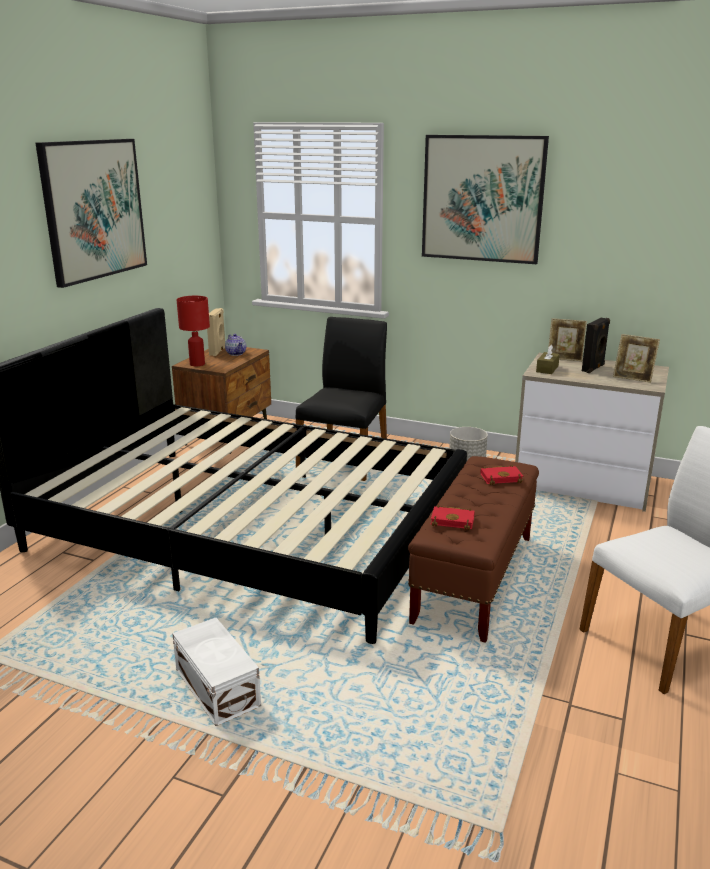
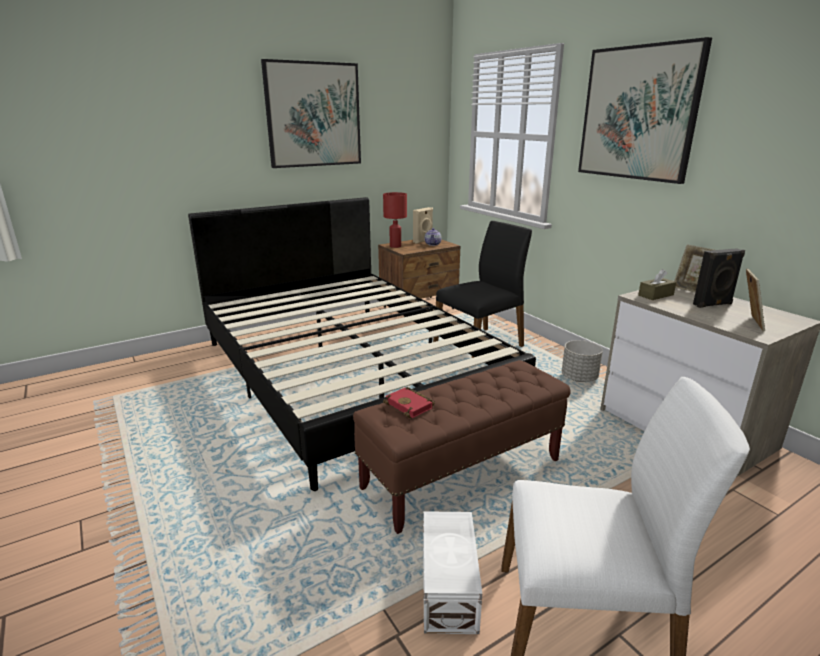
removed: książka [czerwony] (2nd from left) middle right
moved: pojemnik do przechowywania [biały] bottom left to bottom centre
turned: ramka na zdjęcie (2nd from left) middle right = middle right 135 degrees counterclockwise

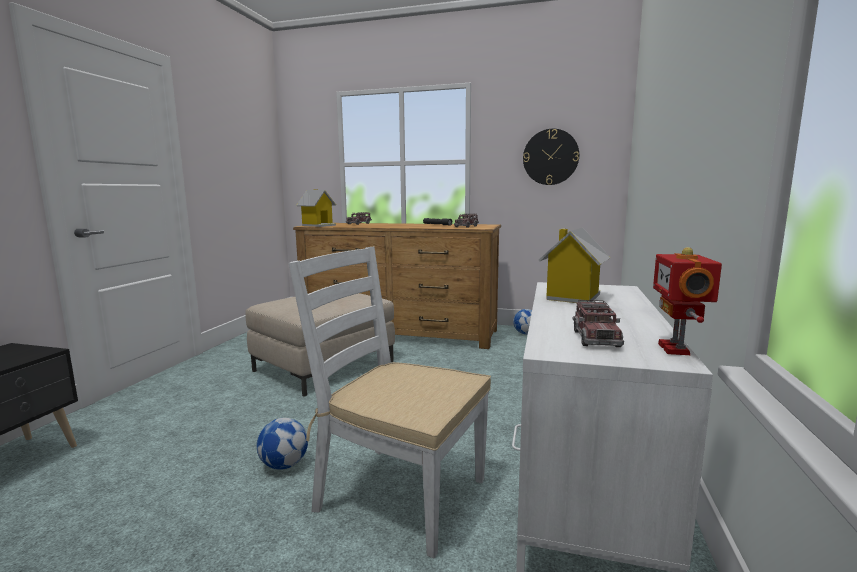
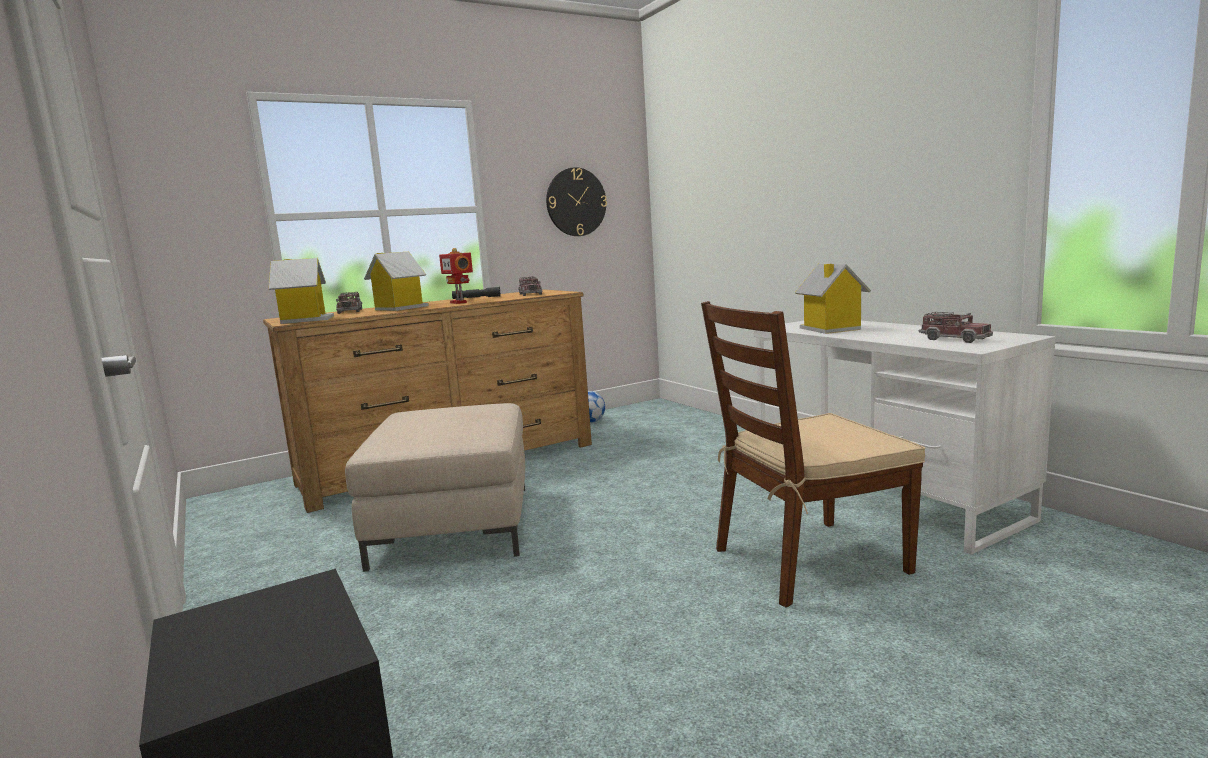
removed: piłka futbolowa (1st from left) bottom left
added: domek (2nd from left) middle left
moved: robot zabawkowy middle right to centre
recoloured: krzesło [biały] bottom centre to krzesło [brązowy] middle right

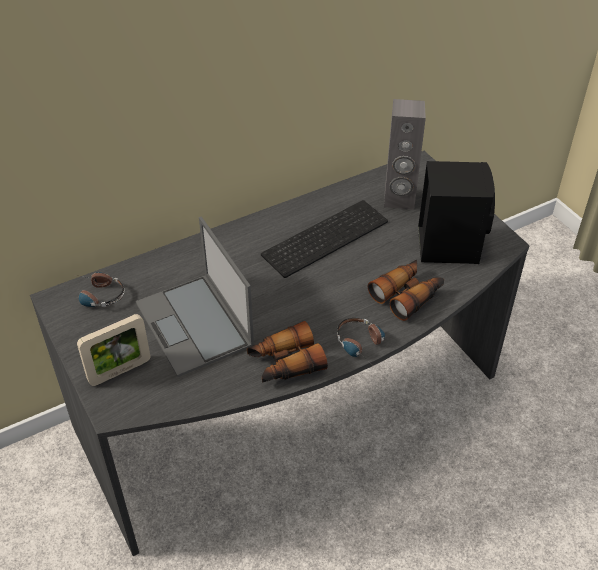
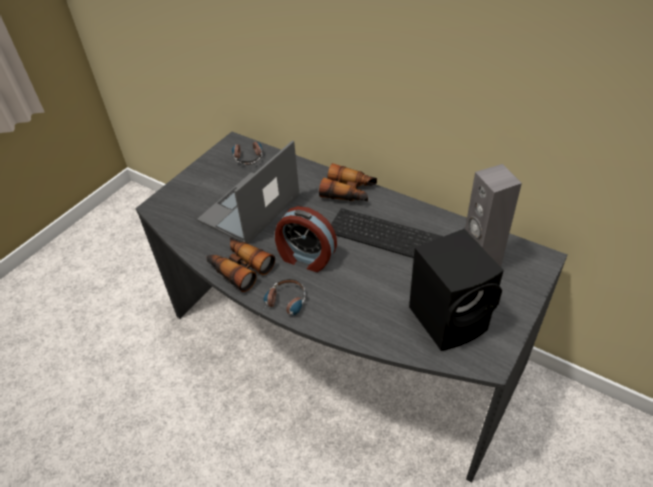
removed: ramka na zdjęcie middle left
added: budzik centre
moved: lornetka (2nd from left) middle right to centre

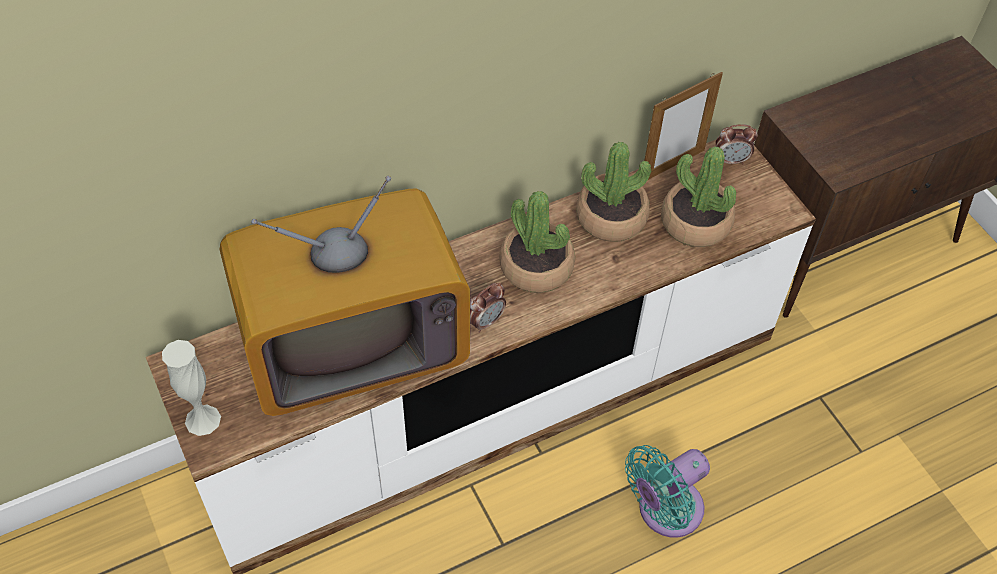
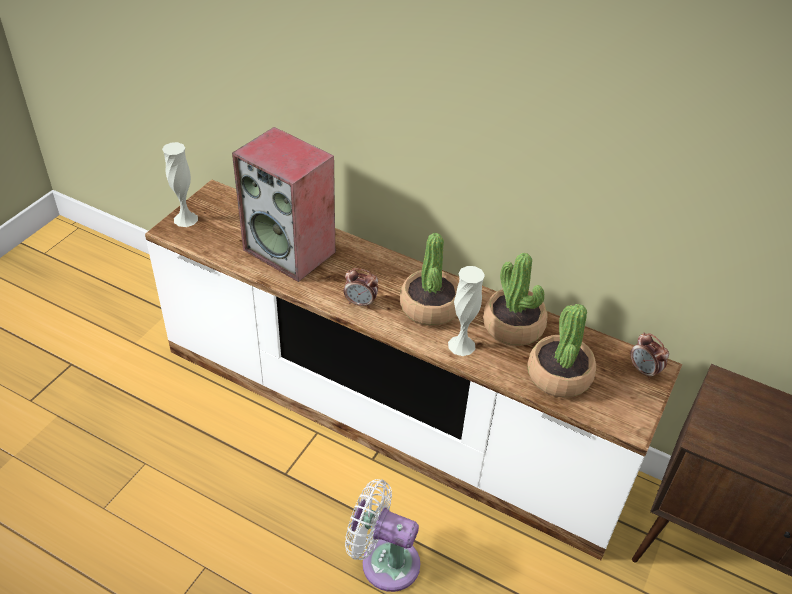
removed: ramka na zdjęcie top right
added: wazon [biały] (2nd from left) centre
replaced: telewizor centre to głośnik centre
recoloured: wentylator [turkusowy] bottom right to wentylator [biały] bottom centre

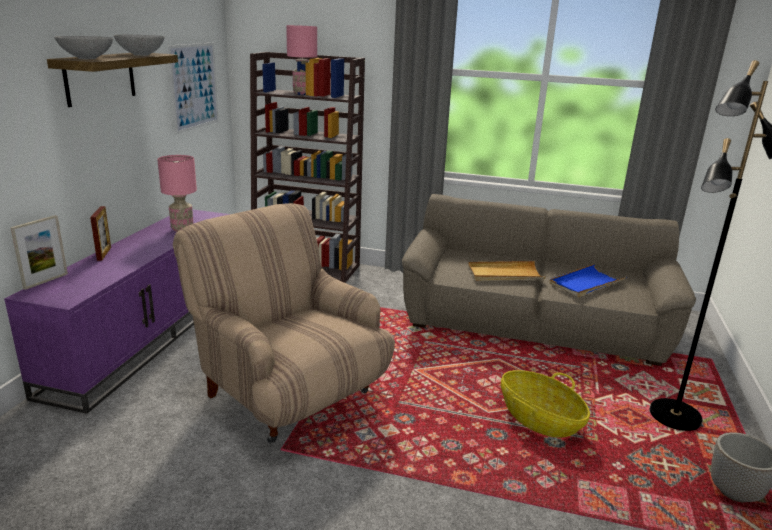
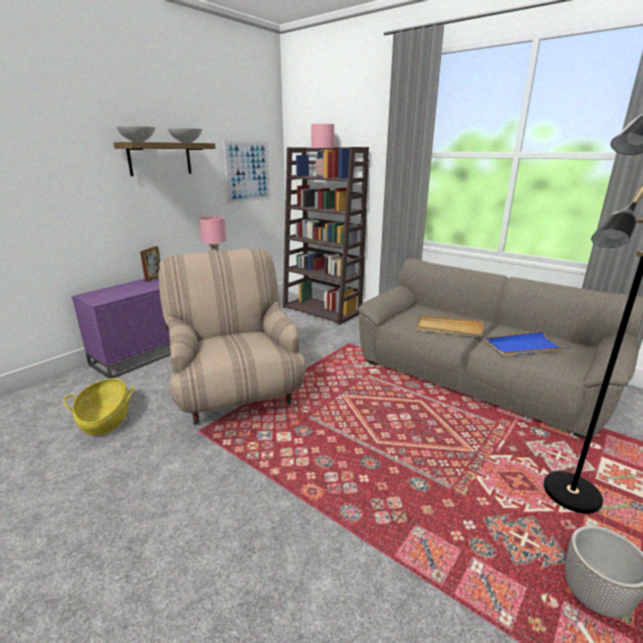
removed: ramka na zdjęcie (1st from left) middle left
moved: koszyk bottom right to middle left

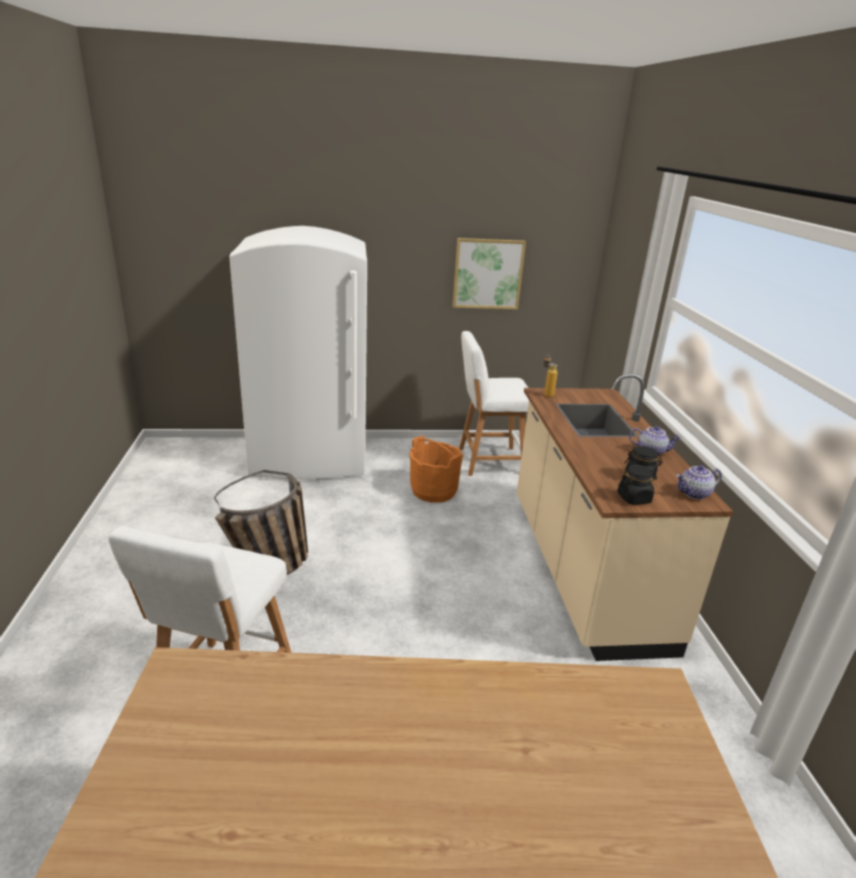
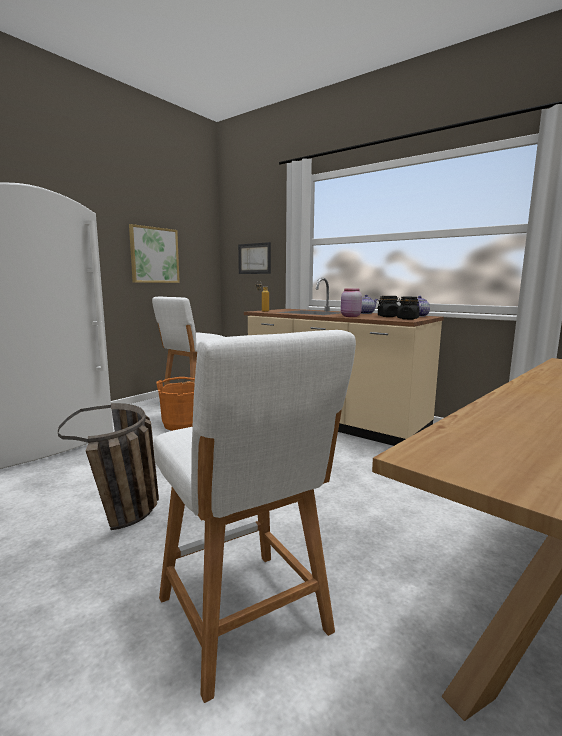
added: obraz (2nd from left) centre; słoik [różowy] centre

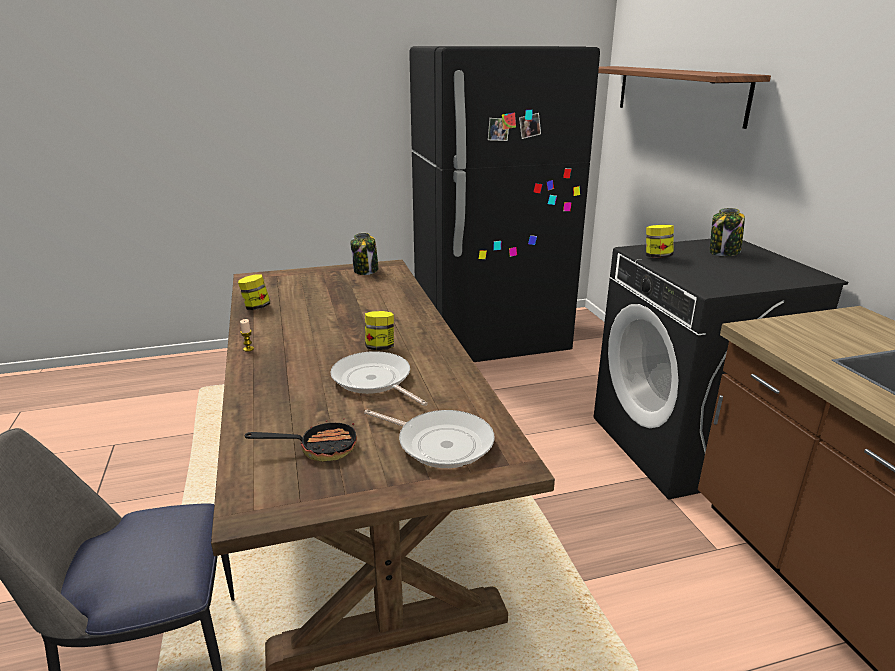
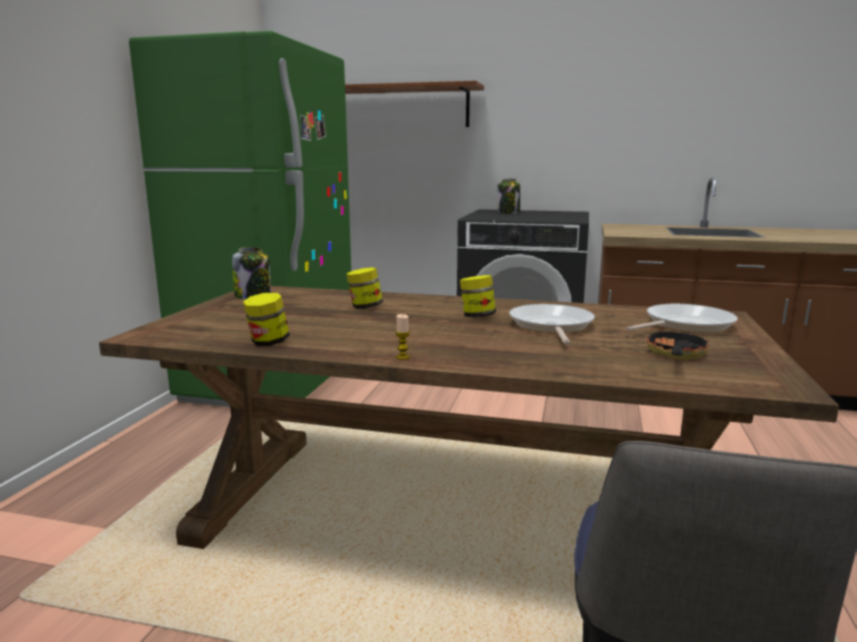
moved: słoik (4th from left in the first image) middle right to słoik (3rd from left) centre
recoloured: lodówka [czarny] top centre to lodówka [zielony] middle left
turned: patelnia (2nd from left in the first image) centre = centre 105 degrees clockwise

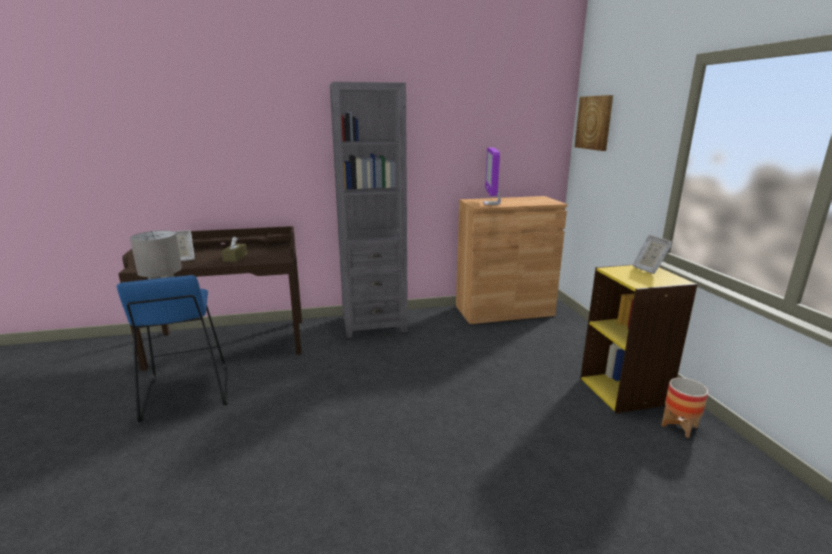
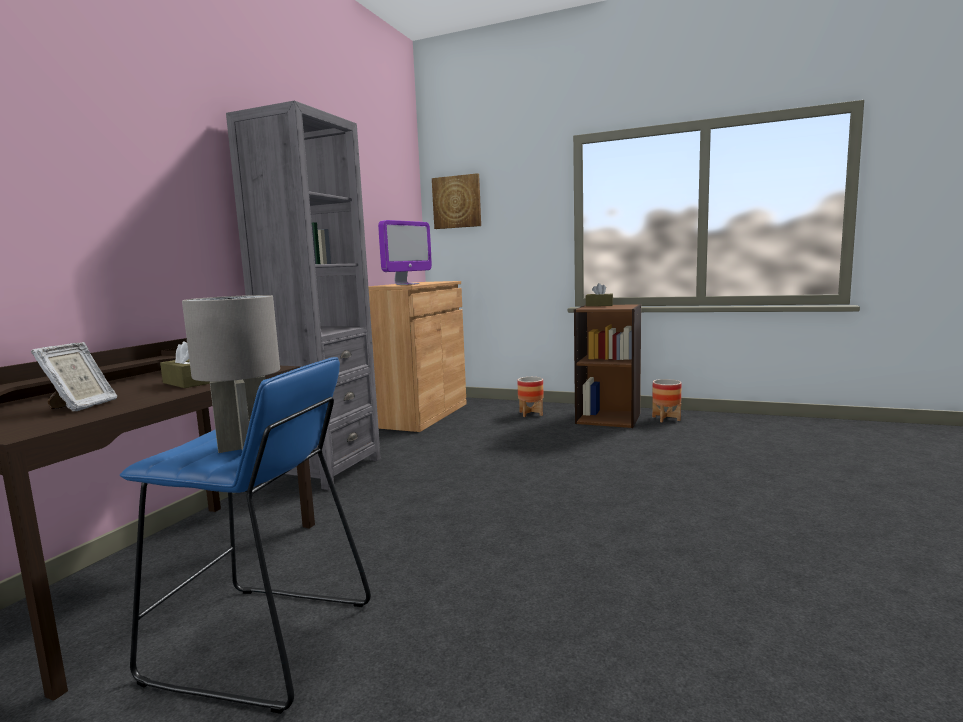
added: donica (1st from left) centre
replaced: ramka na zdjęcie (2nd from left) middle right to pudełko chusteczek [brązowy] (2nd from left) centre
recoloured: regał [żółty] middle right to regał [brązowy] centre
turned: monitor top centre = centre 90 degrees counterclockwise

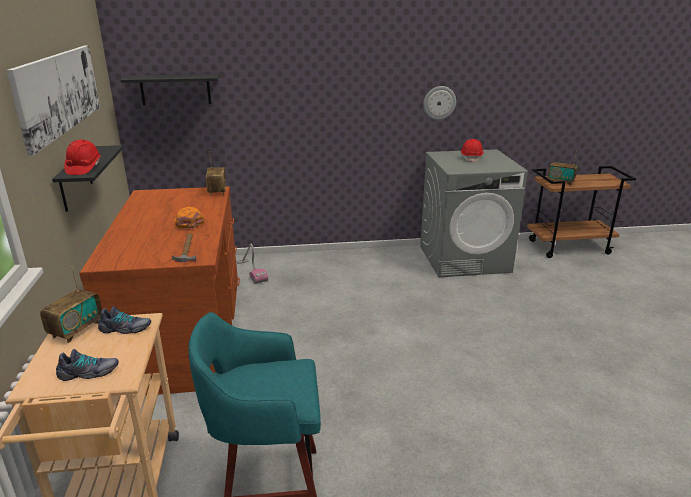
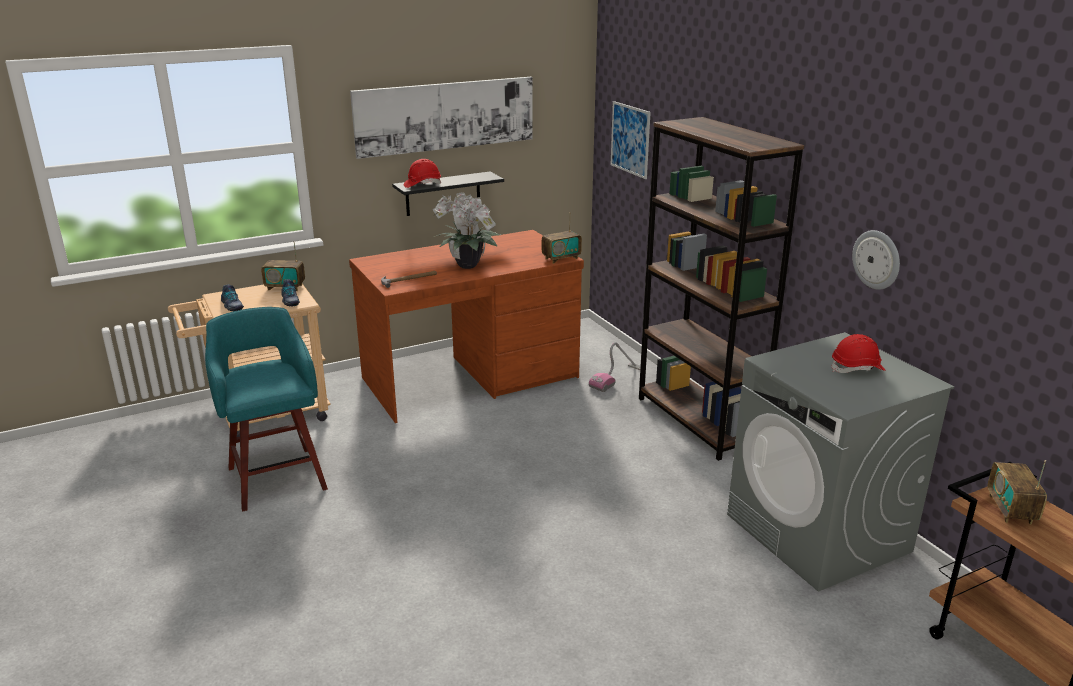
added: regał [brązowy] middle right
replaced: półka [czarny] (2nd from left) top left to obraz (2nd from left) top centre; czapka z daszkiem [pomarańczowy] middle left to roślina doniczkowa centre

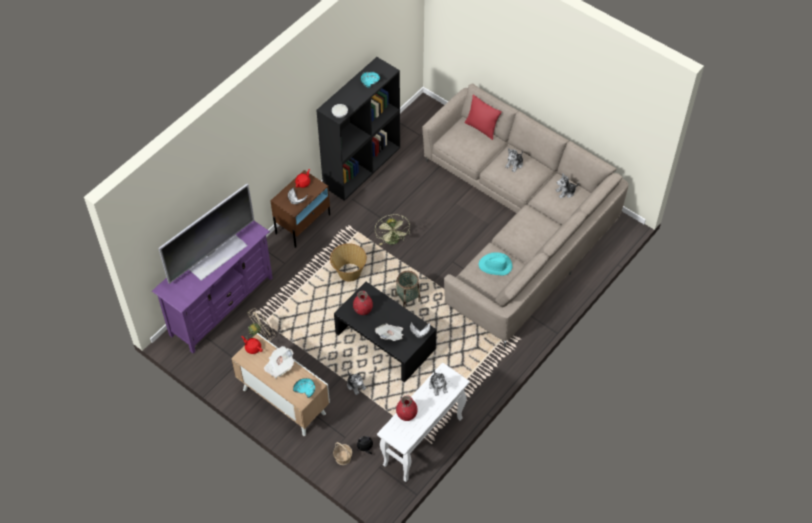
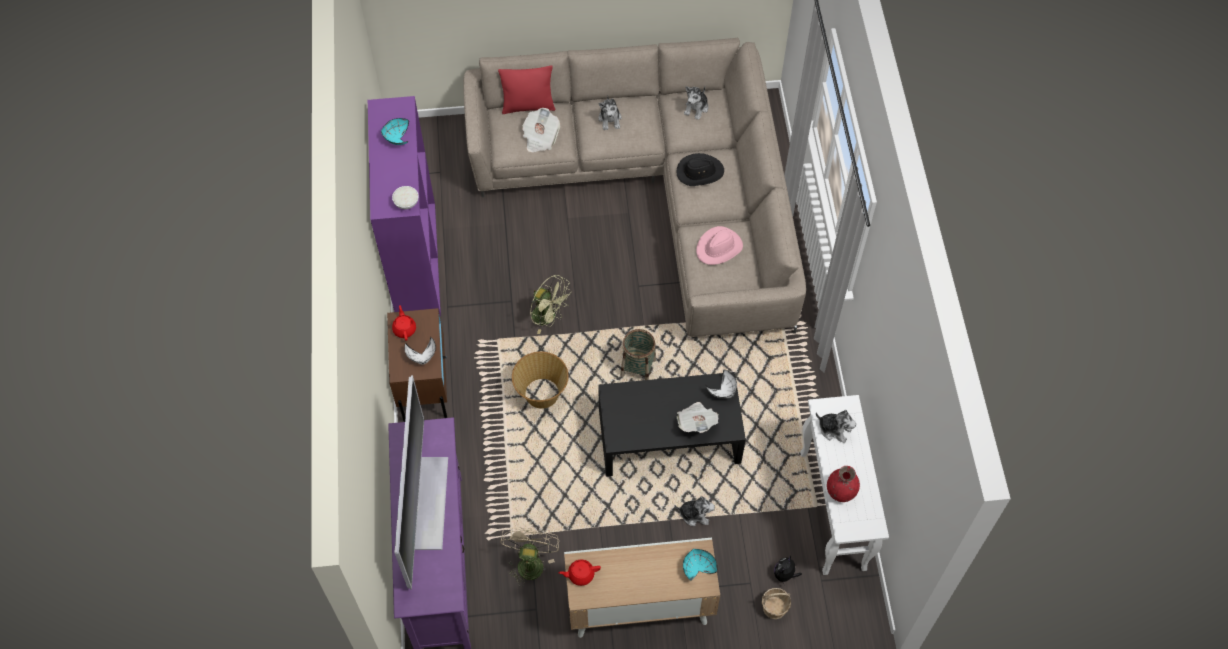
removed: wazon [czerwony] (1st from left) centre
added: kapelusz [czarny] top centre
moved: gazeta (1st from left) bottom centre to top centre
recoloured: regał [czarny] top centre to regał [fioletowy] top left; kapelusz [turkusowy] centre to kapelusz [różowy] centre

